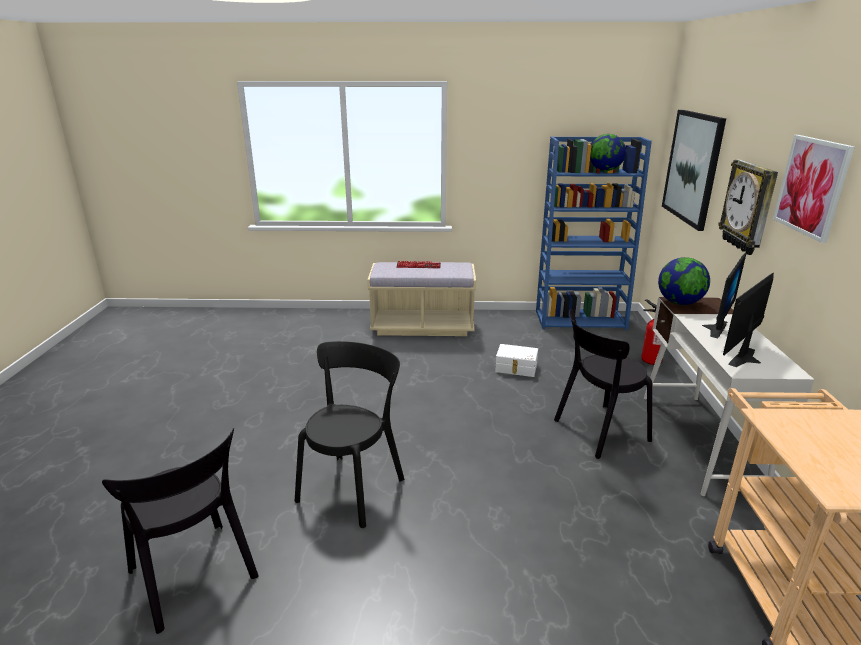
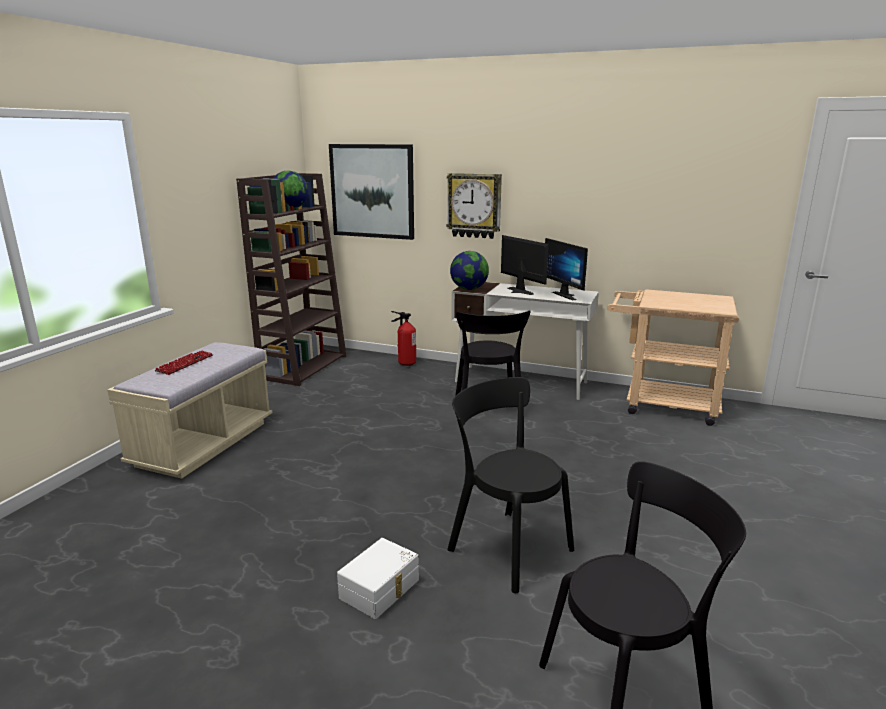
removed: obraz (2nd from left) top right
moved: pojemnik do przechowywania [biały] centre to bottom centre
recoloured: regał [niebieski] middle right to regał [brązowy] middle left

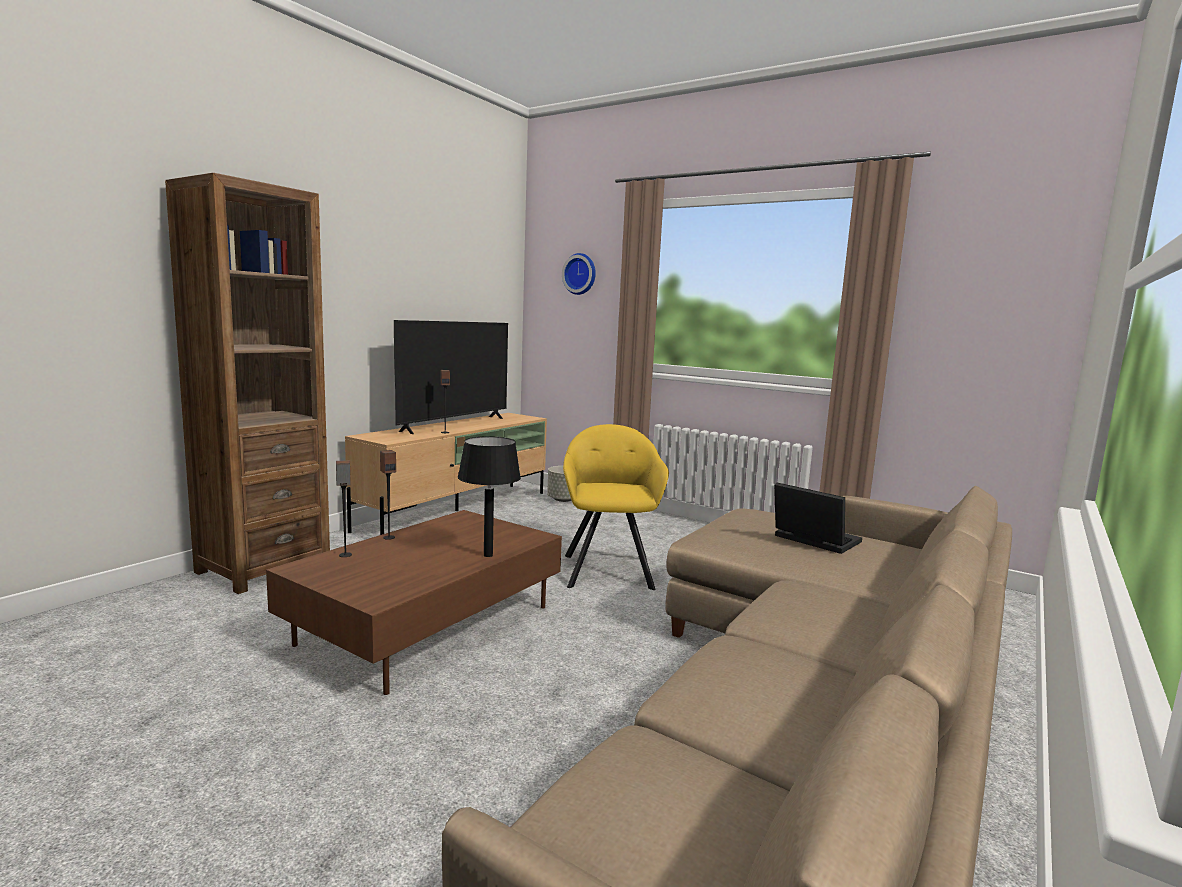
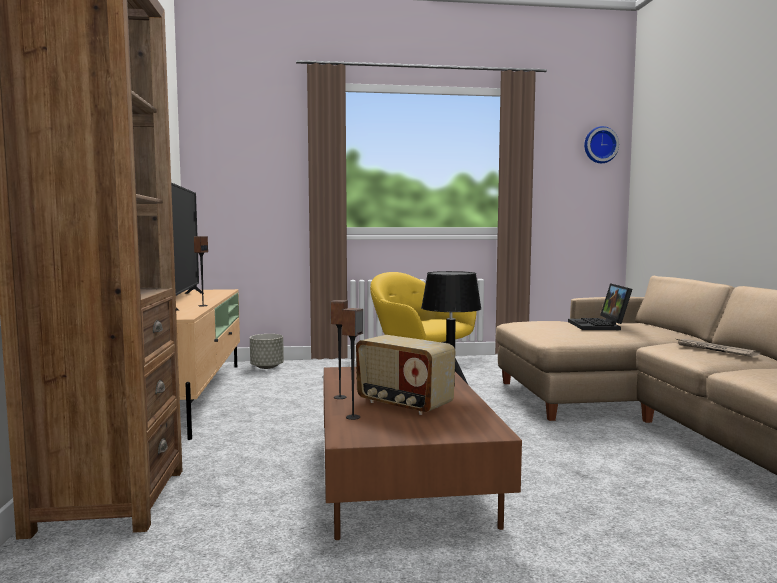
added: radio centre; gazeta middle right
moved: zegar ścienny top centre to top right
turned: laptop middle right = middle right 90 degrees counterclockwise

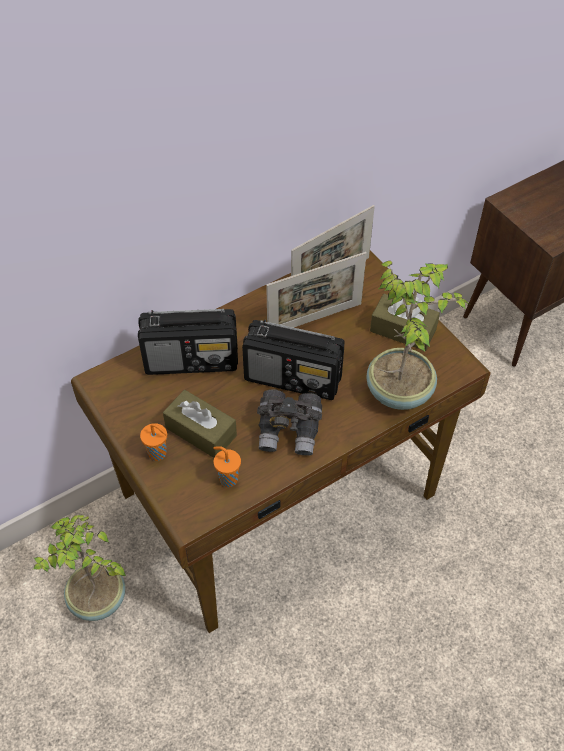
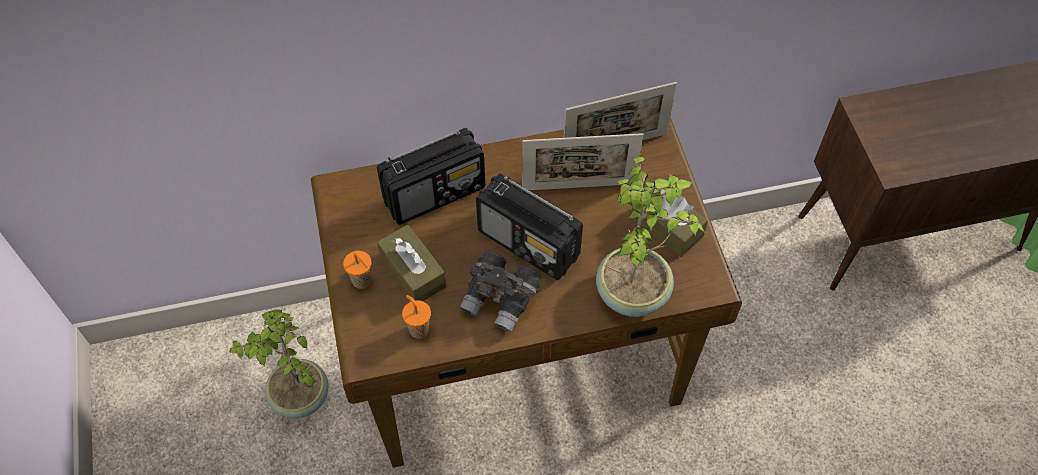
turned: radio (1st from left) centre = centre 45 degrees counterclockwise

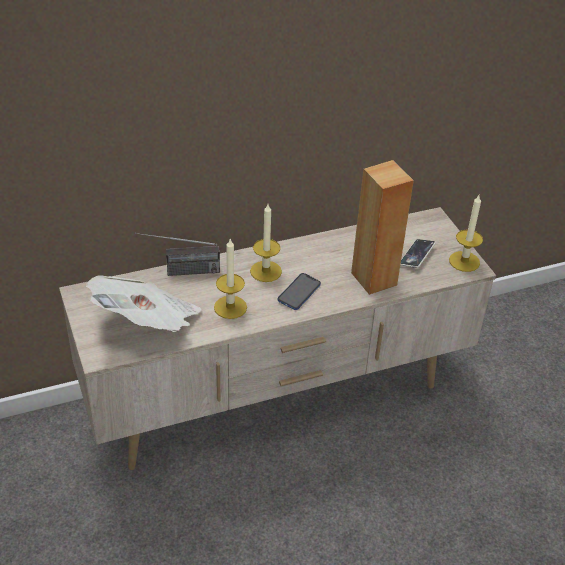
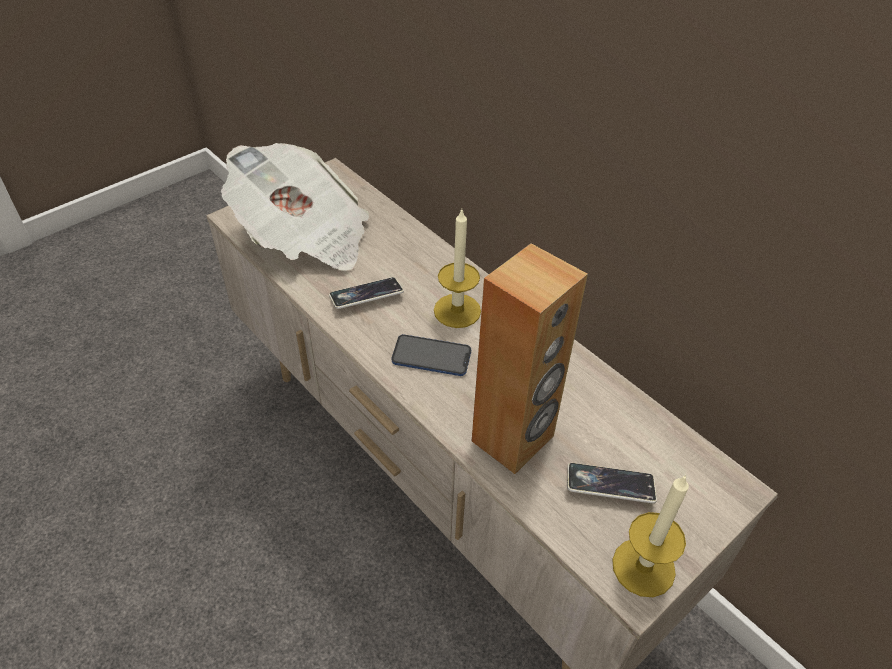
removed: radio middle left
replaced: świeca (1st from left) centre to telefon (1st from left) centre

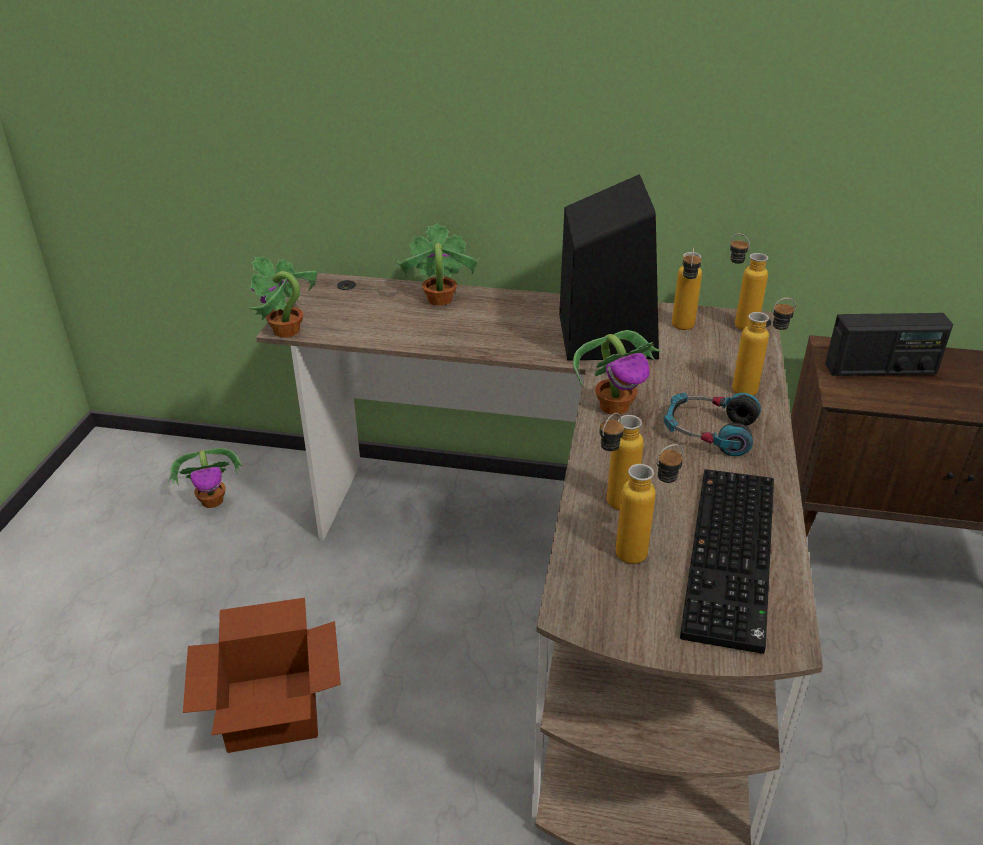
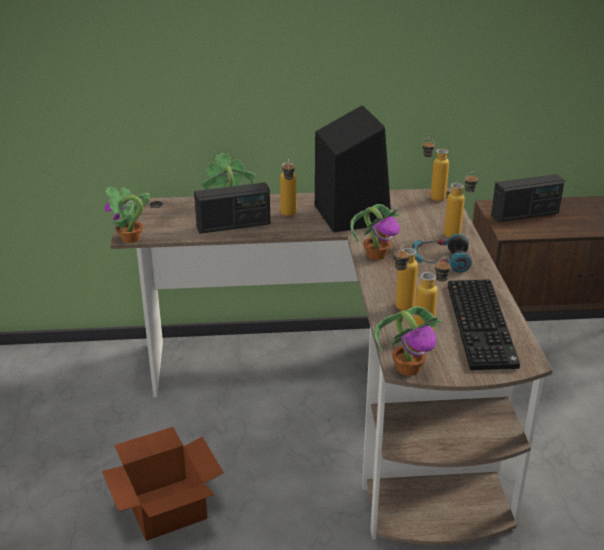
added: radio (1st from left) centre
moved: butelka (3rd from left in the first image) middle right to butelka (1st from left) centre; roślina doniczkowa (1st from left in the first image) middle left to roślina doniczkowa (4th from left) middle right

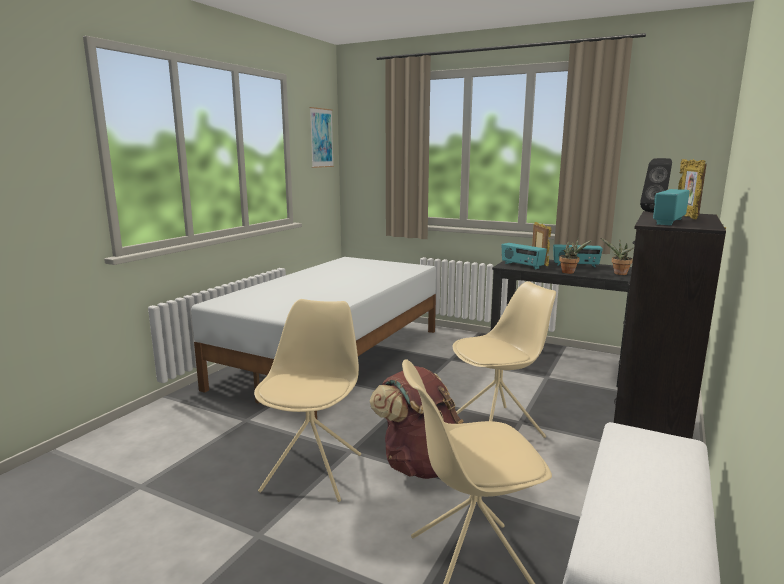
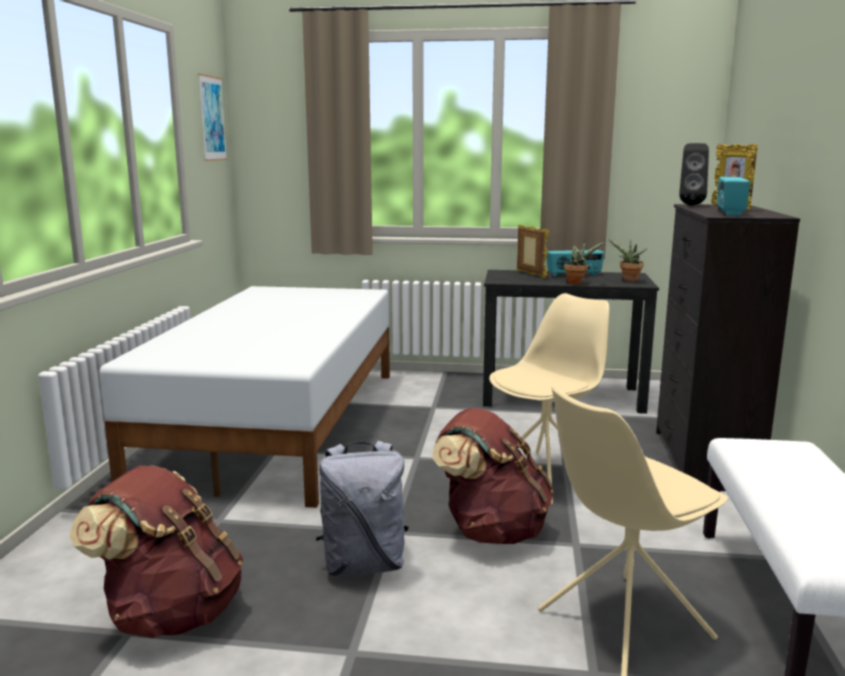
removed: radio (1st from left) middle right
added: plecak [brązowy] (1st from left) bottom left
replaced: krzesło [beżowy] (1st from left) bottom centre to plecak [szary] bottom centre

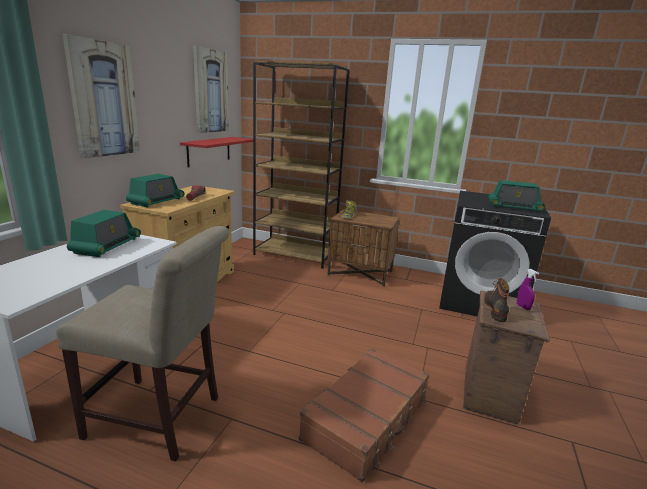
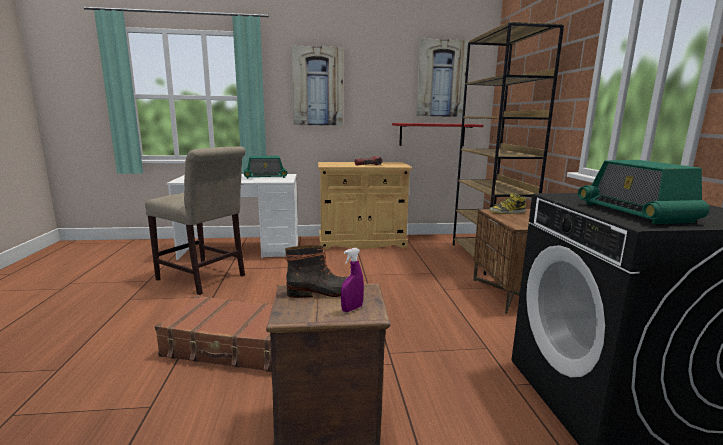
removed: radio (2nd from left) middle left
turned: krzesło [beżowy] bottom left = middle left 45 degrees counterclockwise

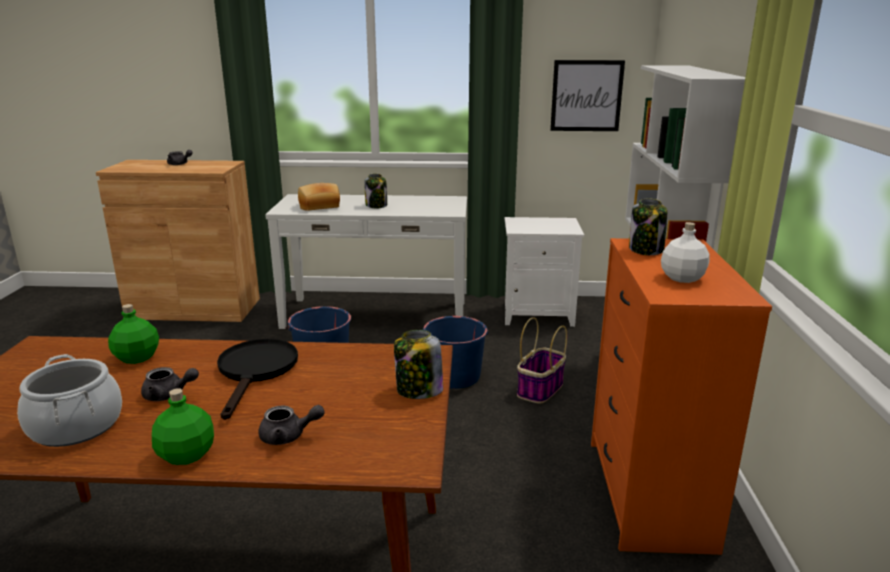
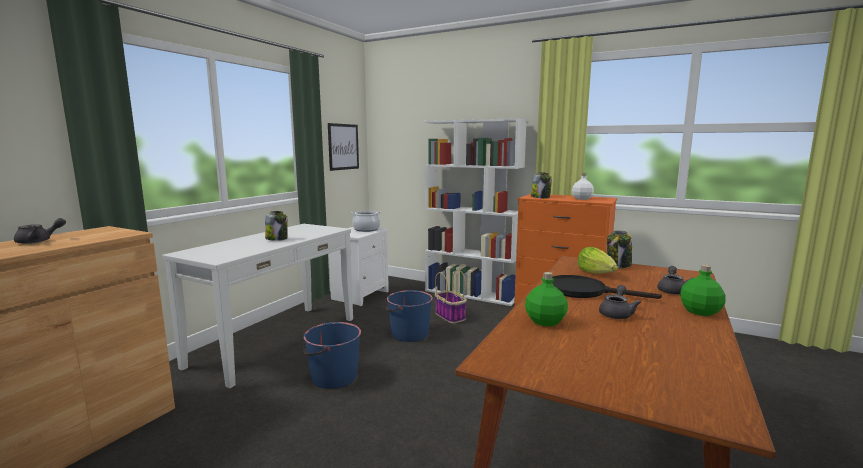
removed: chleb centre
added: sałata middle right
moved: garnek bottom left to centre

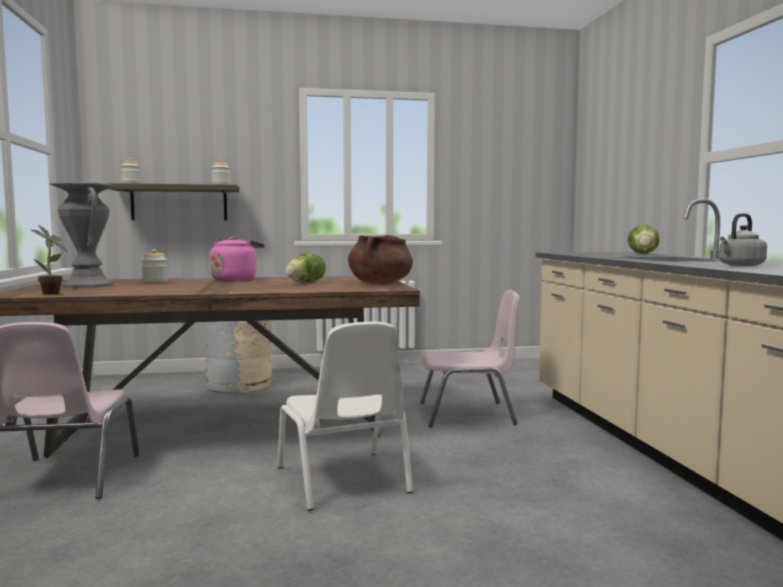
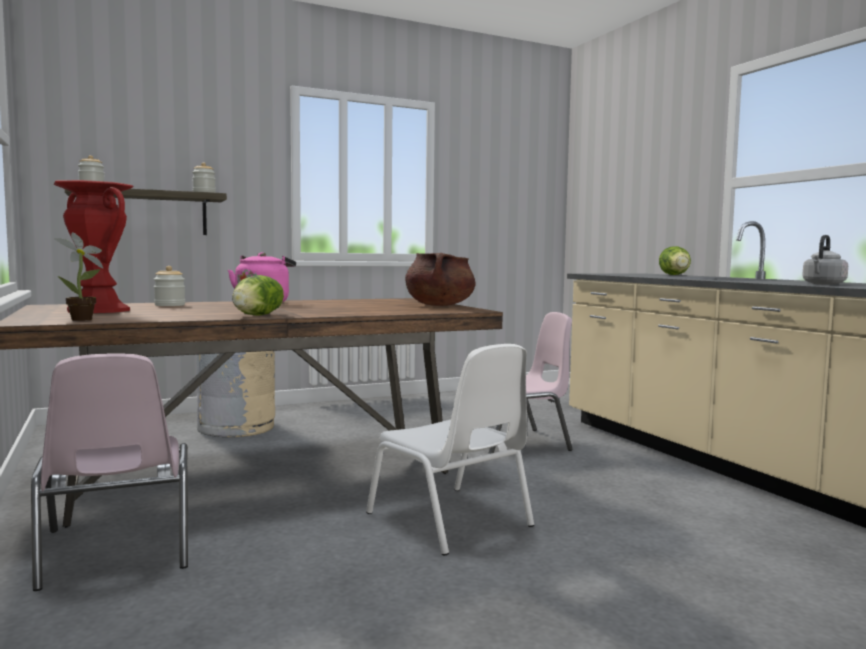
moved: sałata (1st from left) centre to middle left
recoloured: wazon [szary] middle left to wazon [czerwony] middle left

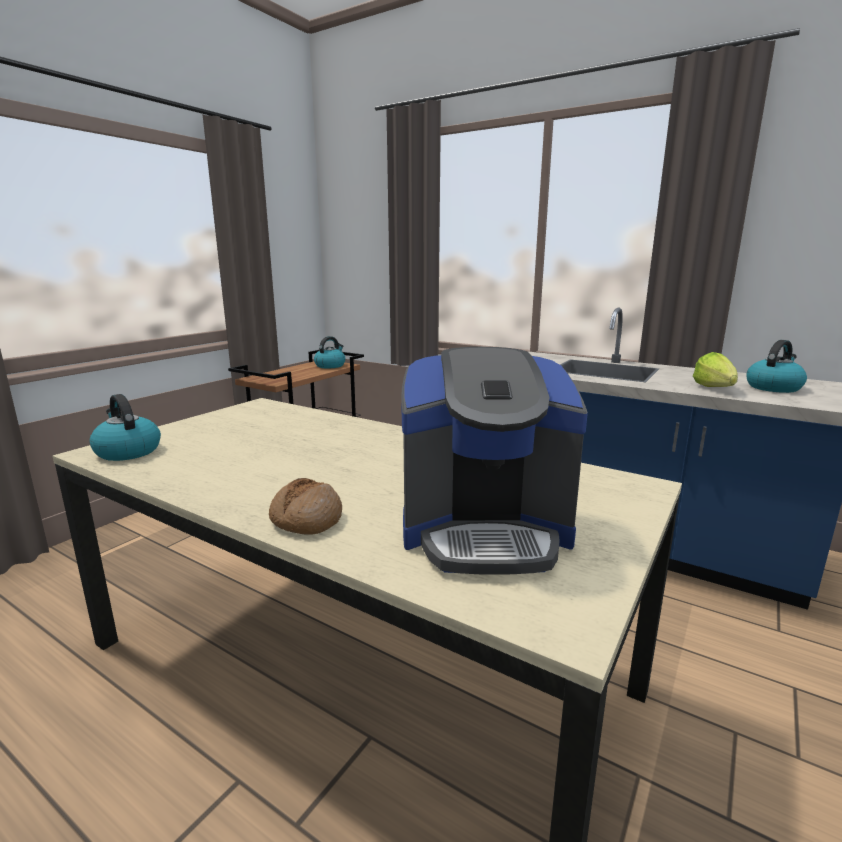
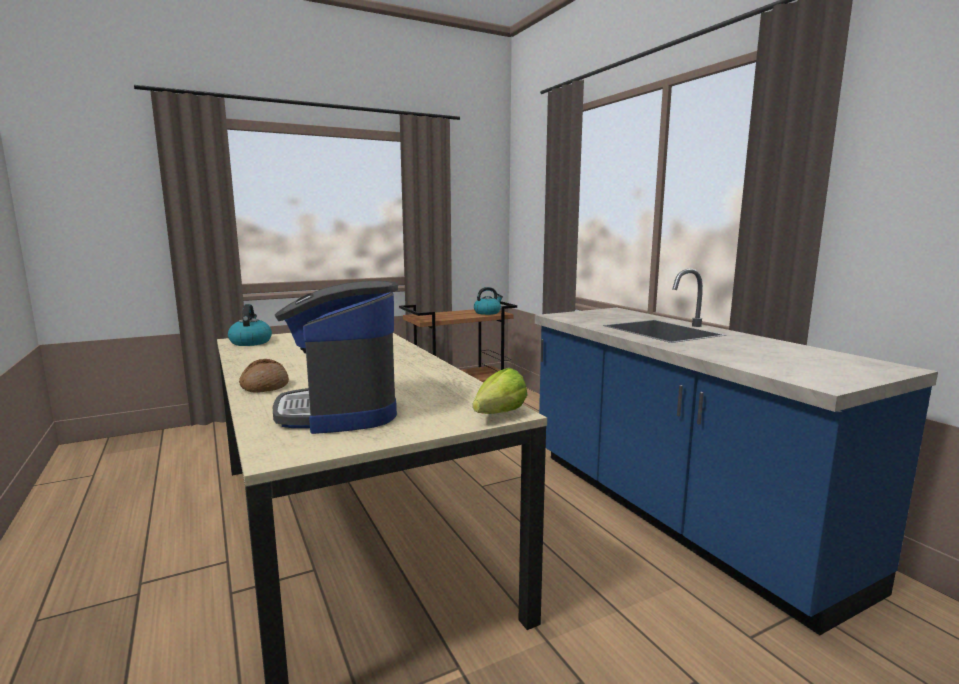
removed: czajnik (3rd from left) middle right
moved: sałata middle right to centre
turned: ekspres do kawy centre = centre 45 degrees clockwise

